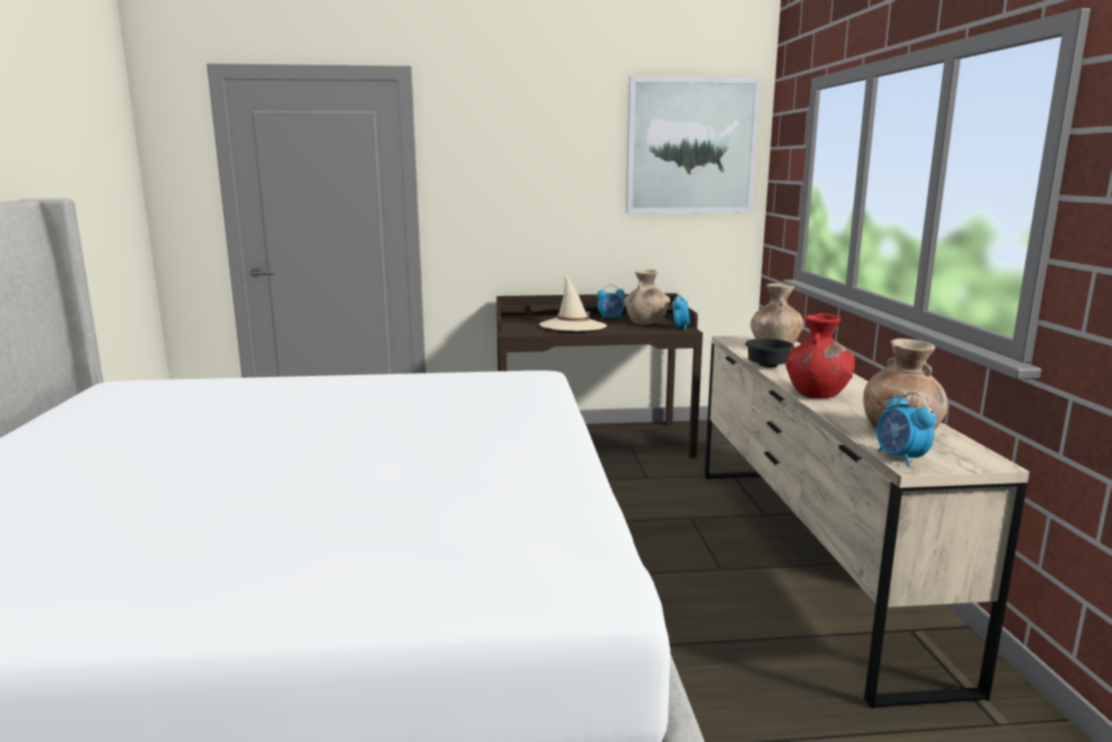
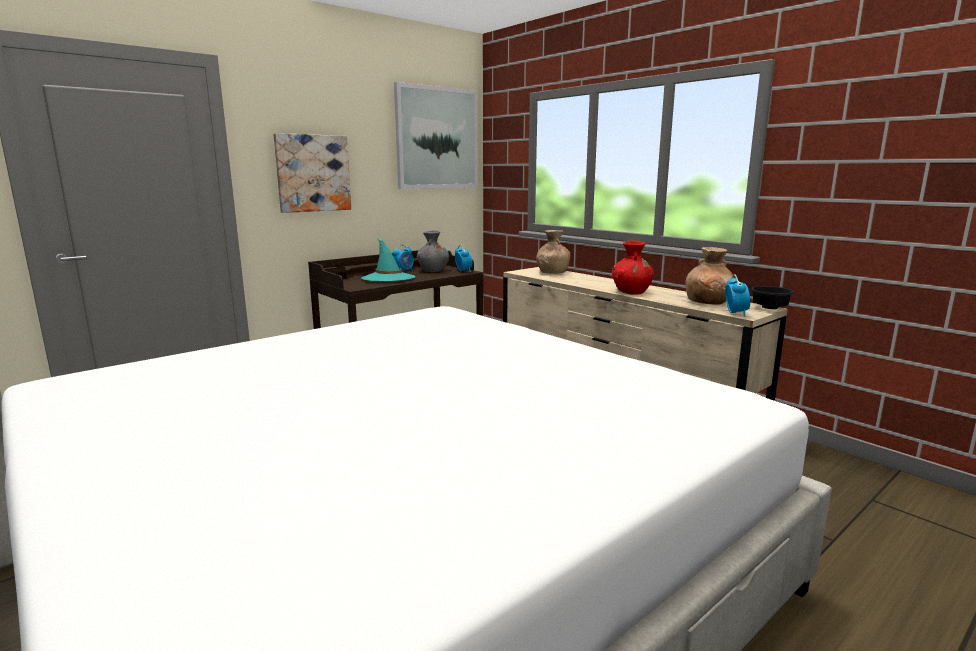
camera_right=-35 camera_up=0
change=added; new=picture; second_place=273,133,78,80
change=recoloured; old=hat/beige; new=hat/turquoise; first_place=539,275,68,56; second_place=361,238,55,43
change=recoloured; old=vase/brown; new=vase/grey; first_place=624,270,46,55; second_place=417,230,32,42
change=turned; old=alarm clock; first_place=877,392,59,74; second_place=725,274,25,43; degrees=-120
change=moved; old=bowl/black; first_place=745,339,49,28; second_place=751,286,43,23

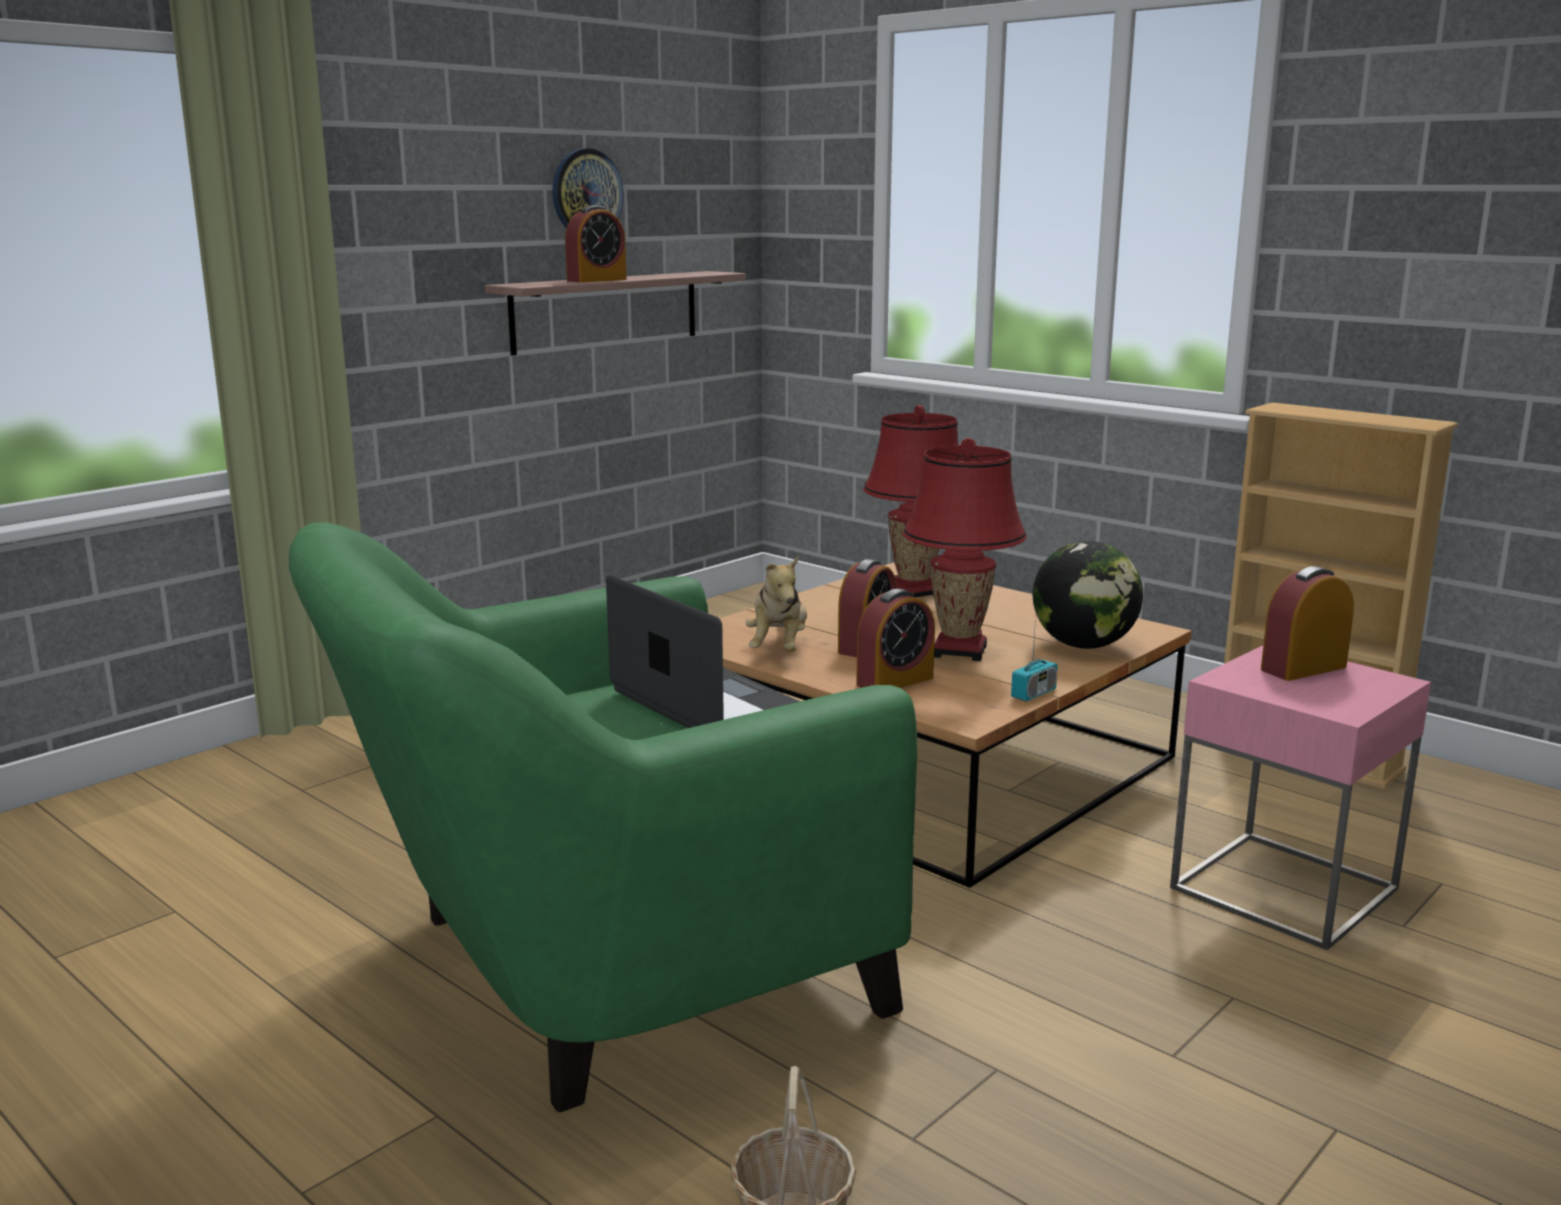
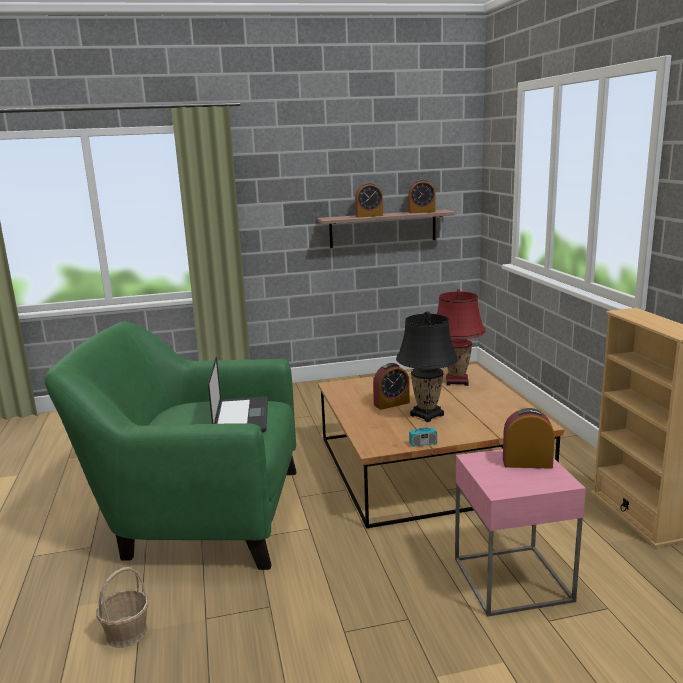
camera_right=35 camera_up=0
change=recoloured; old=table lamp/red; new=table lamp/black; first_place=903,438,124,223; second_place=396,311,62,111
change=moved; old=alarm clock; first_place=856,589,79,99; second_place=408,179,28,34
change=removed; old=wall clock; first_place=552,148,71,80
change=removed; old=plush toy; first_place=746,556,61,96
change=removed; old=globe; first_place=1033,541,110,108

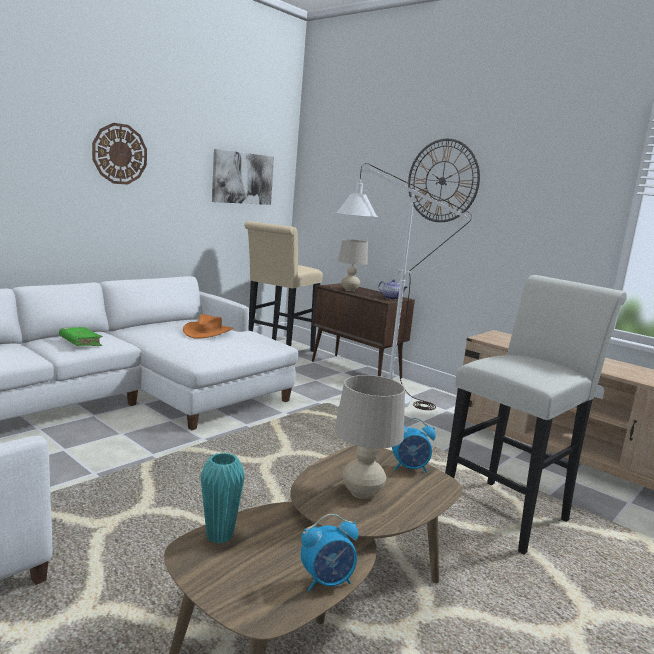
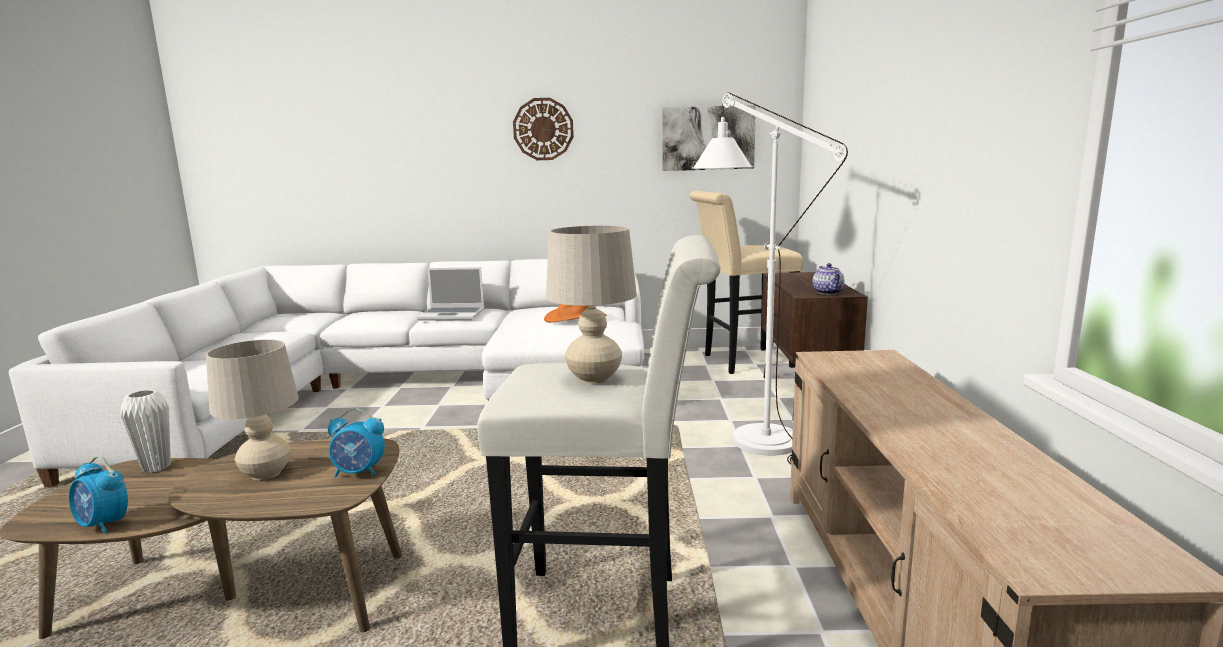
camera_right=50 camera_up=0
change=recoloured; old=vase/turquoise; new=vase/white; first_place=201,453,44,91; second_place=120,389,51,84
change=turned; old=alarm clock; first_place=392,418,44,55; second_place=328,408,57,69; degrees=-45
change=replaced; old=book/green; new=laptop; first_place=59,327,44,19; second_place=417,267,67,54
change=moved; old=table lamp/beige; first_place=338,239,30,52; second_place=546,226,91,158
change=removed; old=wall clock; first_place=408,139,72,83

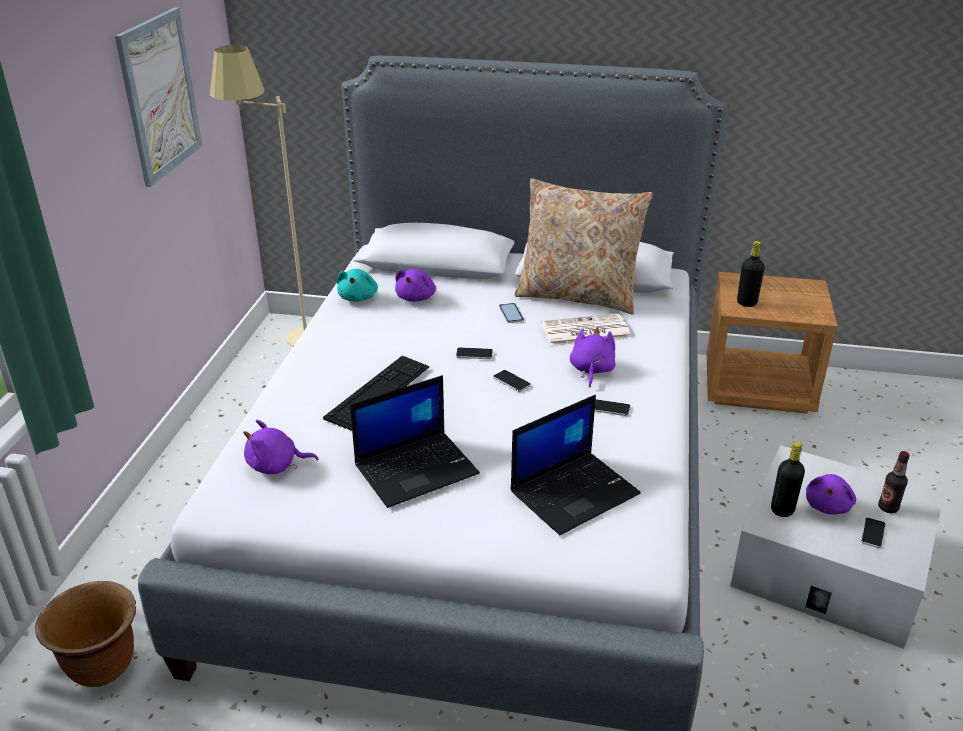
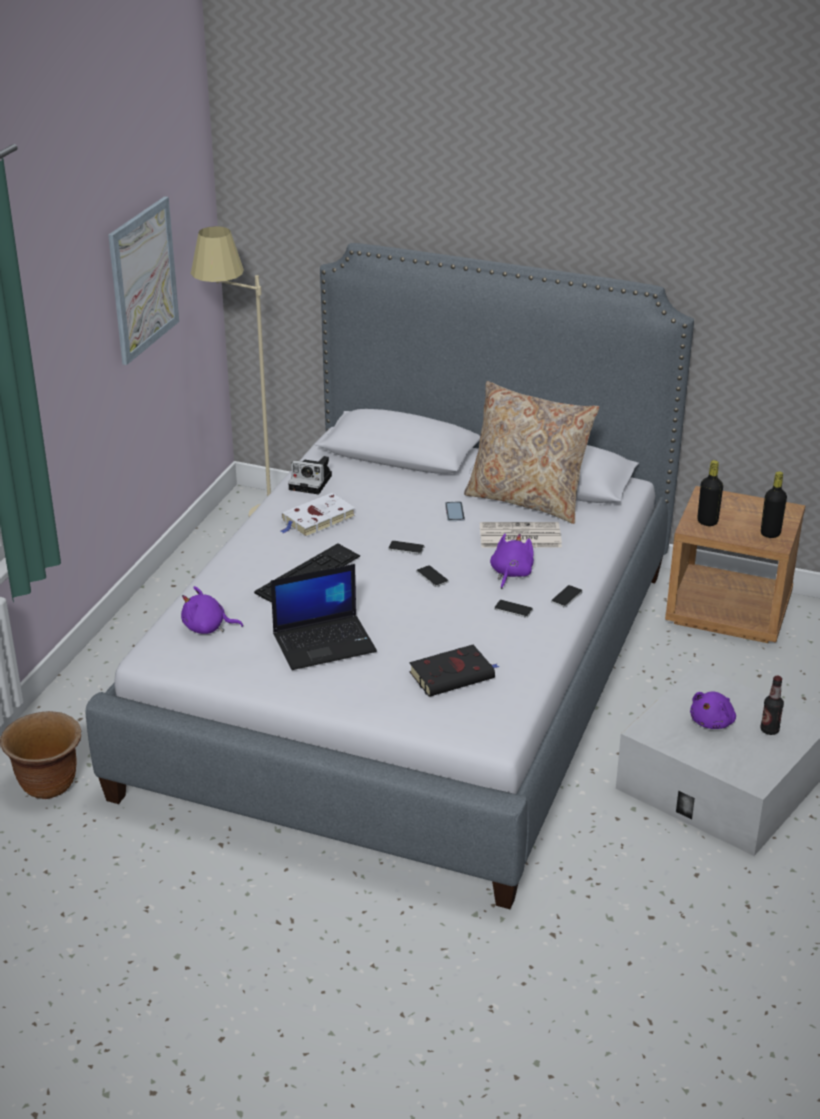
camera_right=10 camera_up=0
change=added; new=book/white; second_place=281,493,75,44
change=replaced; old=plush toy/turquoise; new=photo camera; first_place=337,269,41,33; second_place=288,456,44,38
change=replaced; old=laptop; new=book/black; first_place=511,395,130,140; second_place=409,645,91,52
change=moved; old=phone; first_place=861,518,25,30; second_place=551,585,31,23
change=moved; old=bottle/black; first_place=771,441,34,76; second_place=761,471,26,67
change=removed; old=plush toy/purple; first_place=395,269,41,33

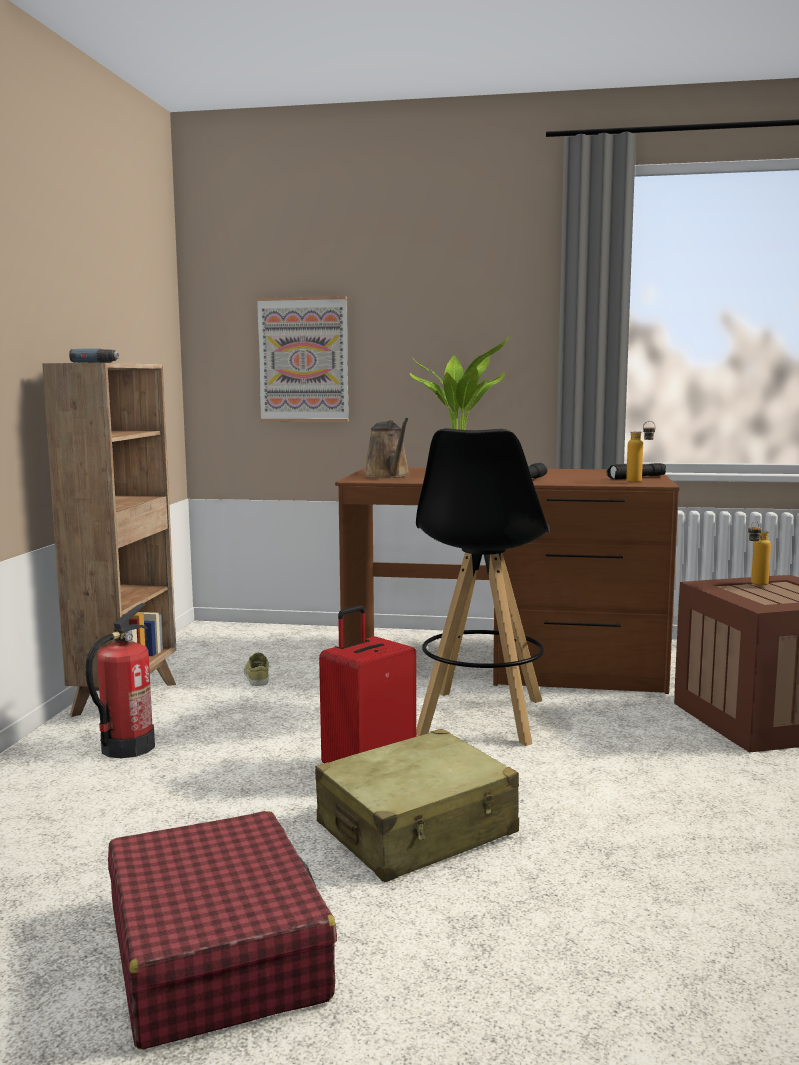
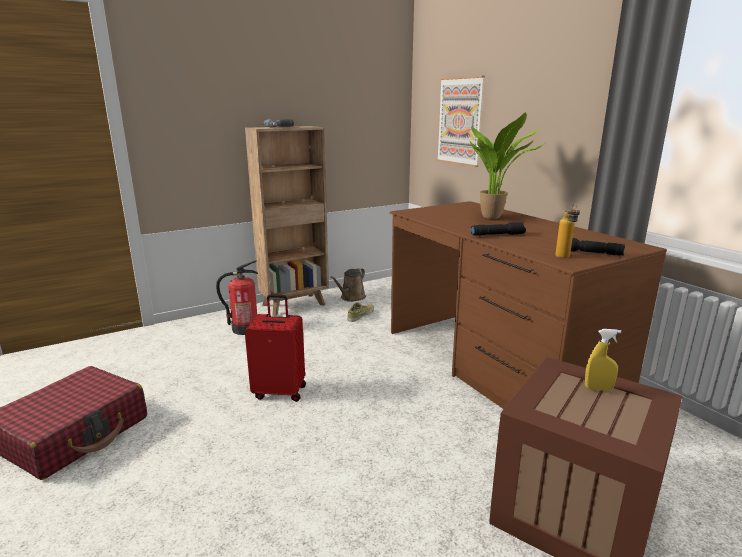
camera_right=50 camera_up=10
change=moved; old=watering can/brown; first_place=364,418,46,60; second_place=330,268,36,34
change=replaced; old=bottle; new=spray bottle/yellow; first_place=748,521,23,64; second_place=585,329,36,62
change=removed; old=suitcase/beige; first_place=315,729,204,153
change=removed; old=stool/black; first_place=416,428,134,318

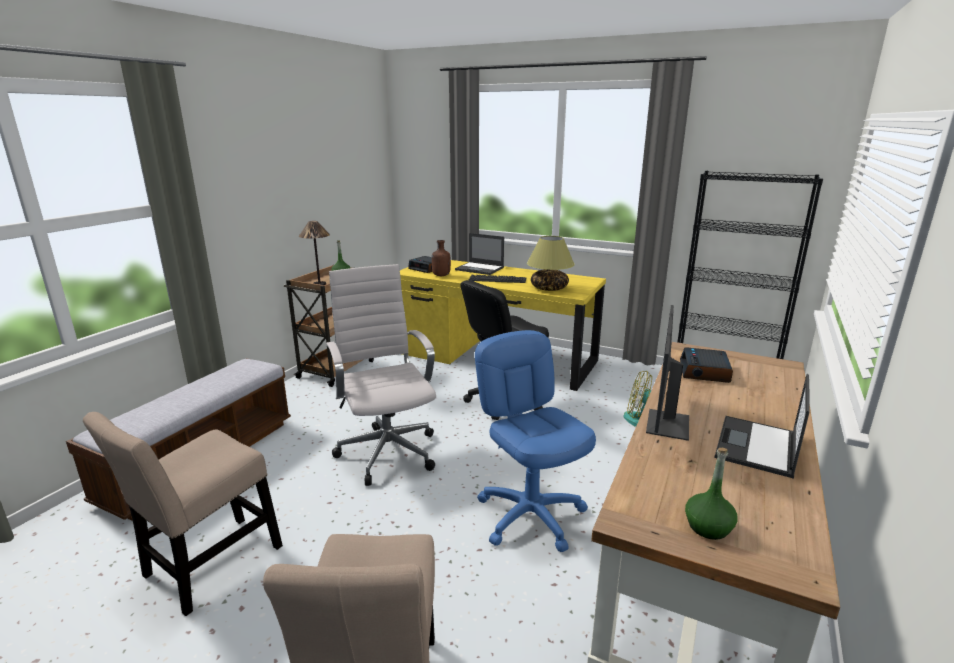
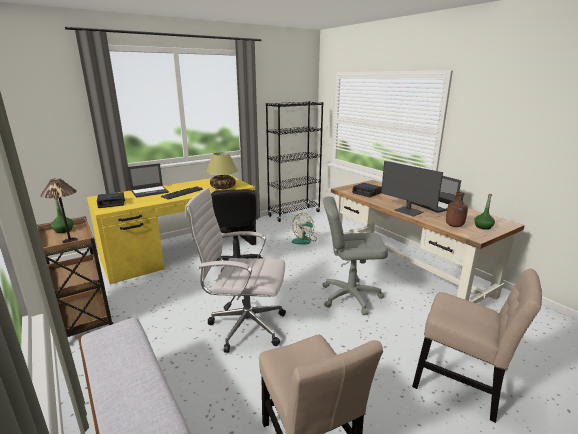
camera_right=-60 camera_up=0
change=recoloured; old=office chair/blue; new=office chair/grey; first_place=475,330,121,222; second_place=322,196,66,119
change=moved; old=bottle/brown; first_place=432,240,19,36; second_place=446,192,22,35

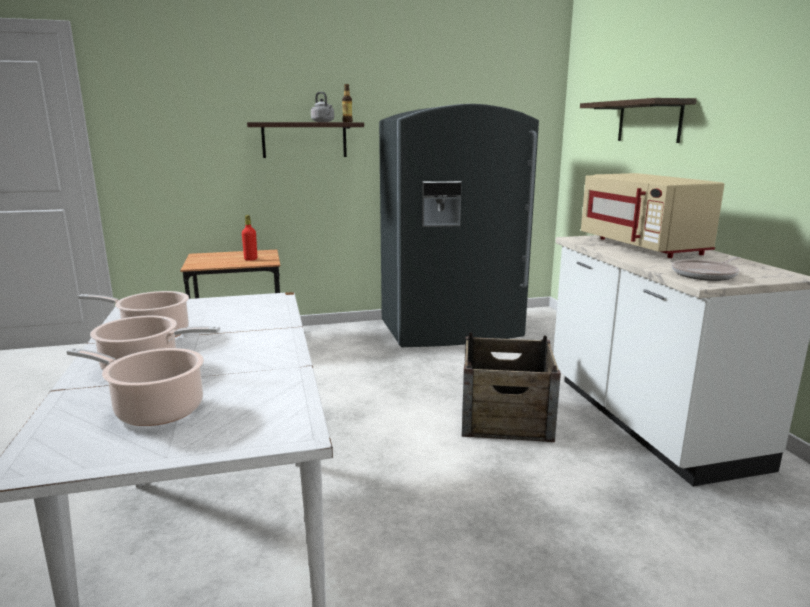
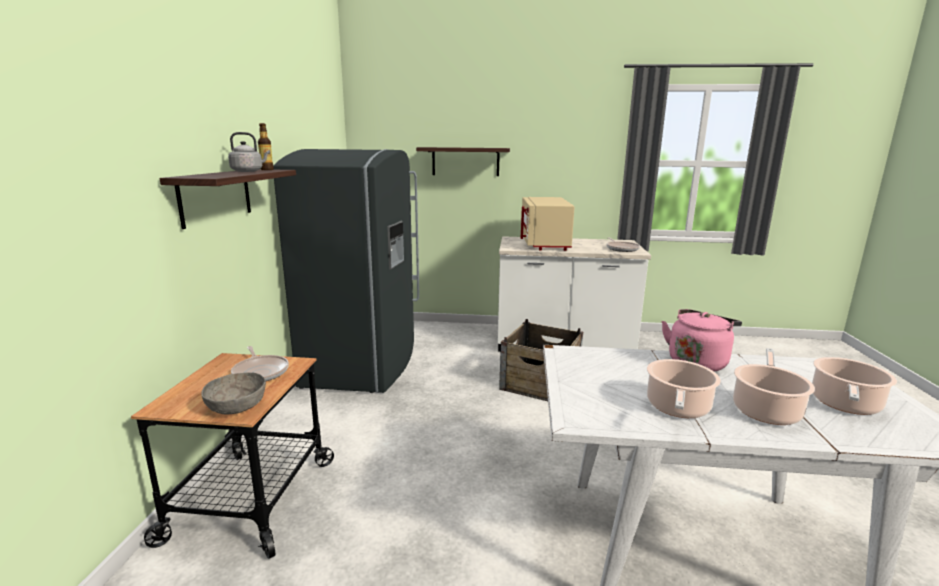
camera_right=-70 camera_up=0
change=added; new=bowl/grey; second_place=201,372,65,42
change=replaced; old=bottle/red; new=frying pan; first_place=242,215,15,46; second_place=231,346,58,35
change=turned; old=microwave/beige; first_place=581,173,144,85; second_place=521,197,54,54; degrees=90
change=added; new=kettle/pink; second_place=662,309,80,63

